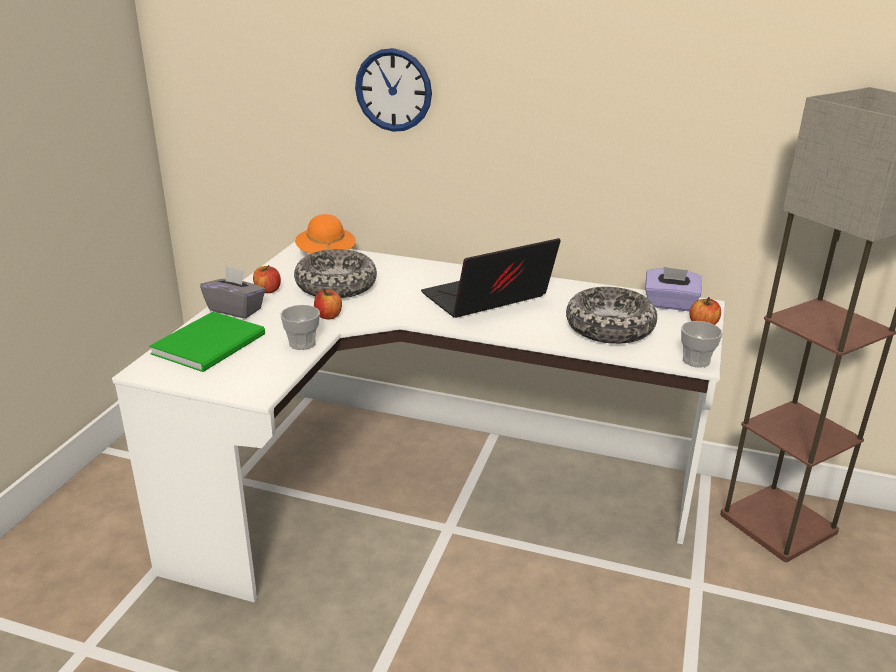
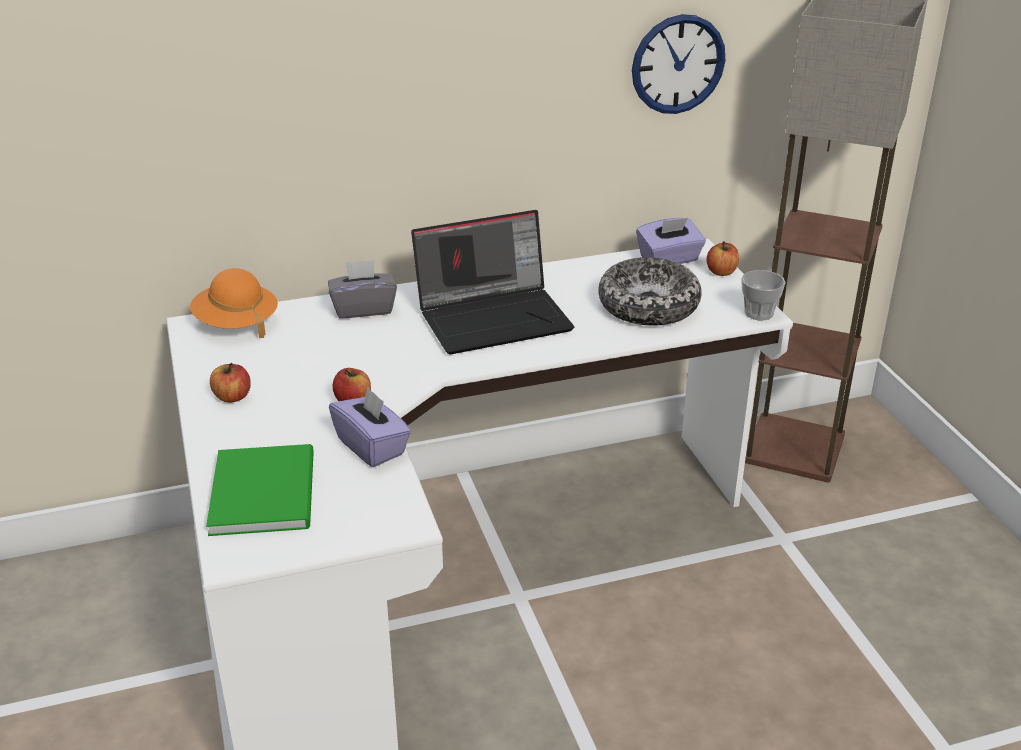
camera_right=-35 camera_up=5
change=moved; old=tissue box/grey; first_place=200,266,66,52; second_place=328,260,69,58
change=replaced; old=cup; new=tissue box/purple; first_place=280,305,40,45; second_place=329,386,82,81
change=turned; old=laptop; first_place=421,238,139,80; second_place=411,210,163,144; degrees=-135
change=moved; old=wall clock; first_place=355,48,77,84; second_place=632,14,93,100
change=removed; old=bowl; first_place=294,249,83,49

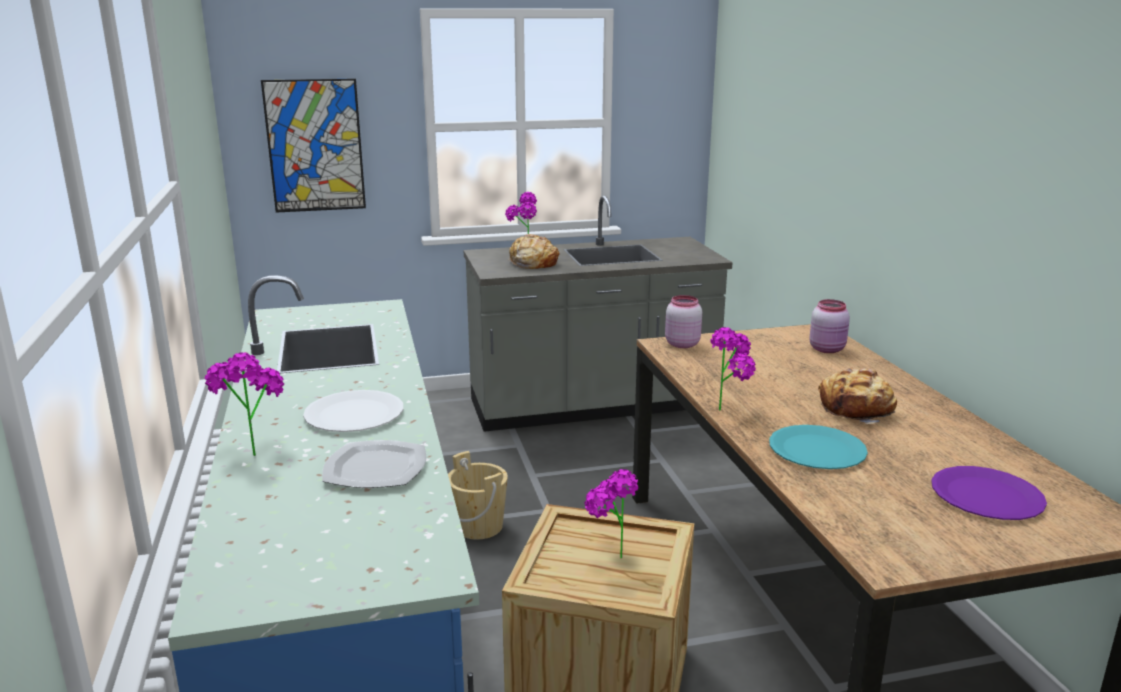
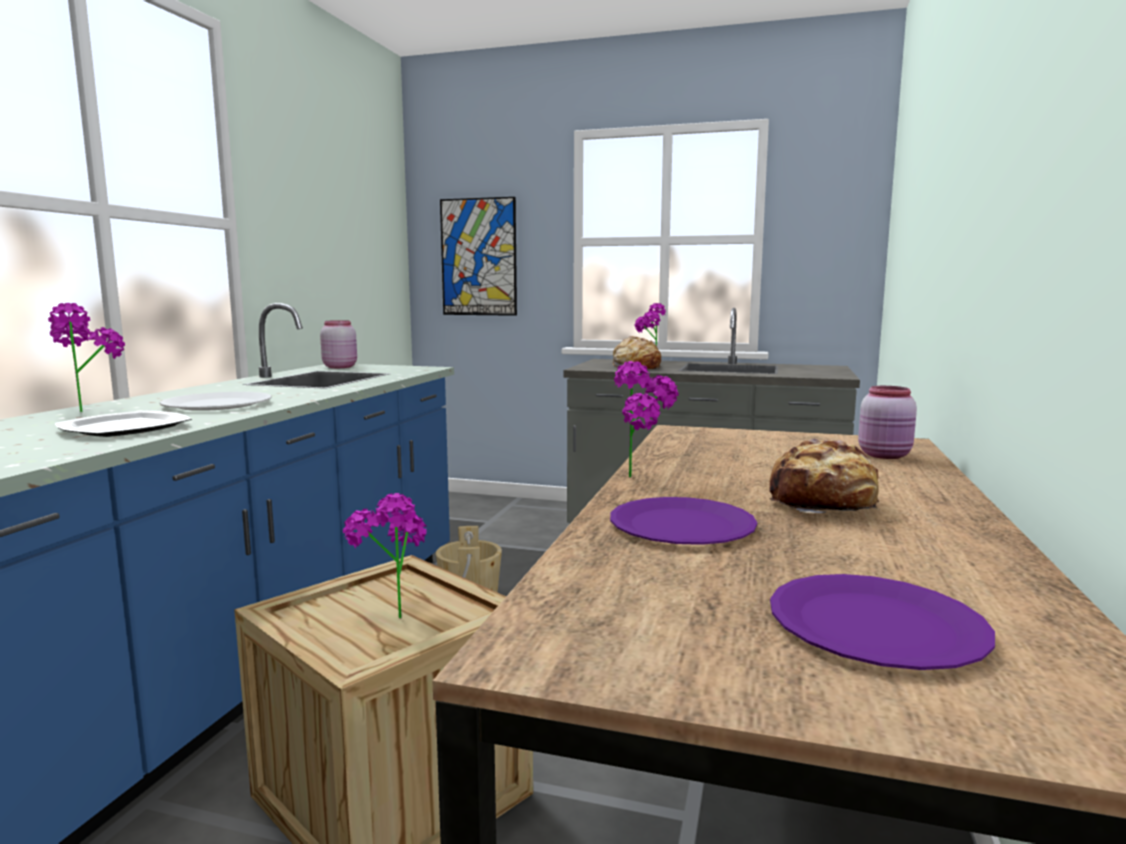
camera_right=30 camera_up=-10
change=moved; old=jar/pink; first_place=665,295,37,53; second_place=320,320,37,48
change=recoloured; old=plate/turquoise; new=plate/purple; first_place=769,425,99,44; second_place=610,497,147,48

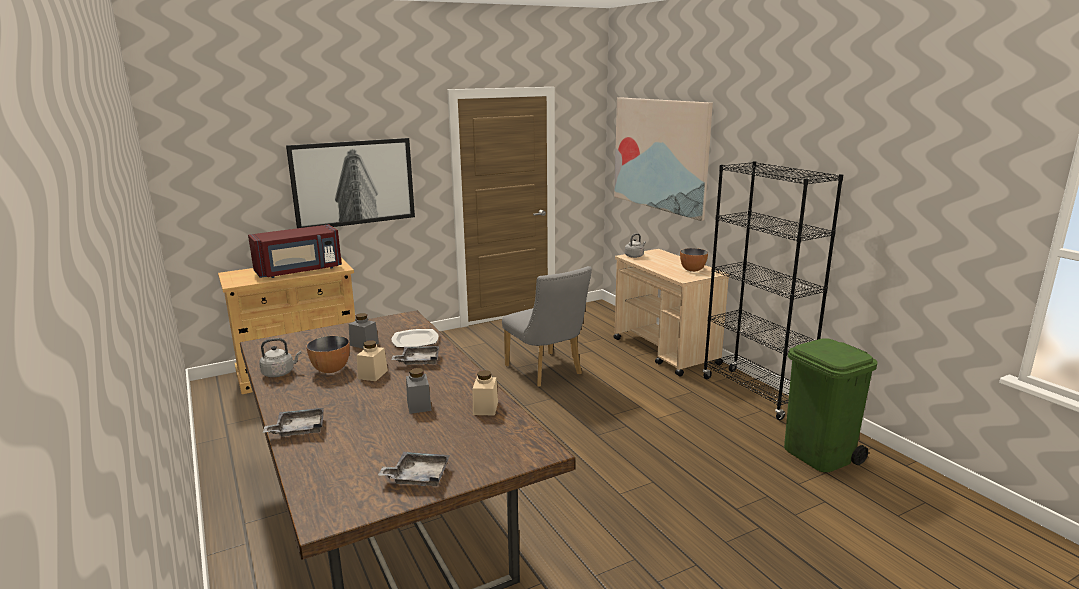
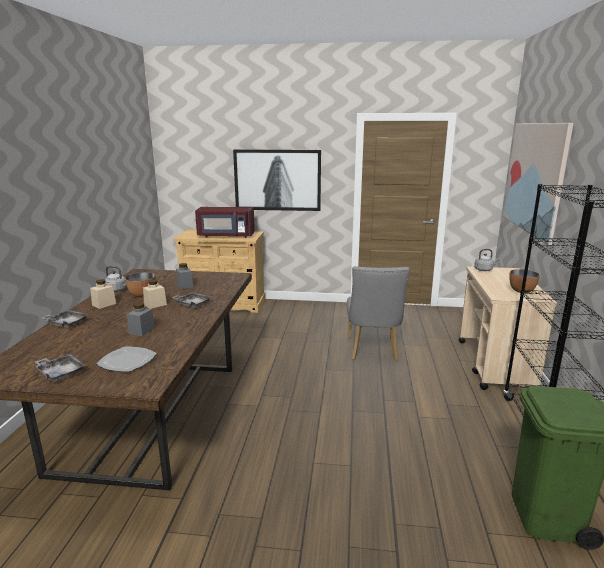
camera_right=35 camera_up=0
change=moved; old=jar/beige; first_place=473,370,25,46; second_place=90,279,26,30
change=moved; old=plate; first_place=391,329,48,18; second_place=96,346,60,26

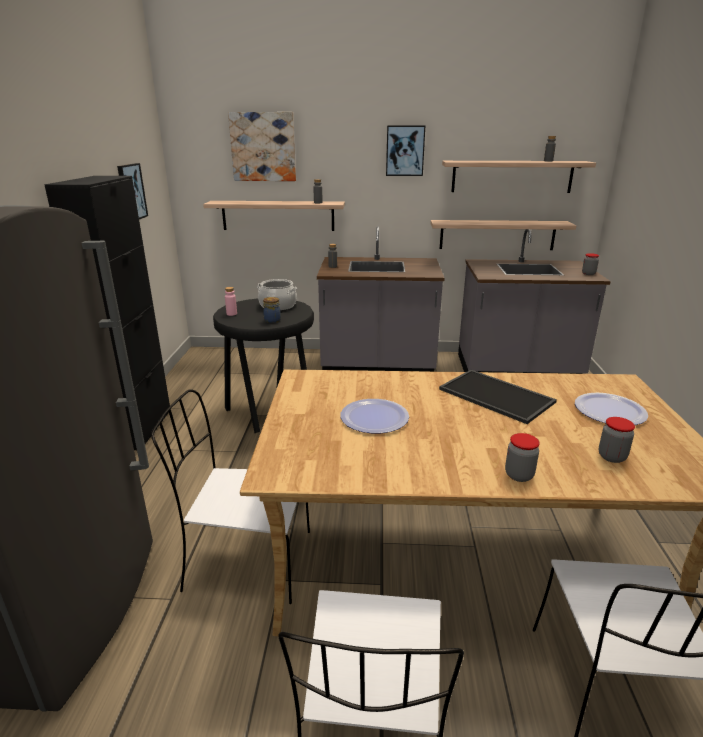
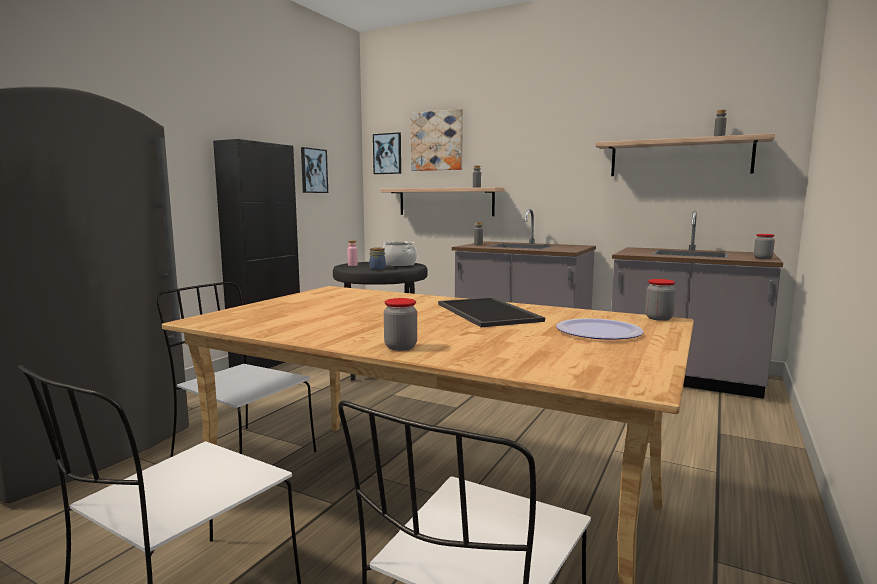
camera_right=25 camera_up=-15
change=moved; old=picture; first_place=386,125,40,51; second_place=373,132,28,42
change=moved; old=jar; first_place=599,417,36,46; second_place=645,279,31,42
change=removed; old=plate; first_place=340,399,69,34
change=removed; old=shelf; first_place=430,220,146,30

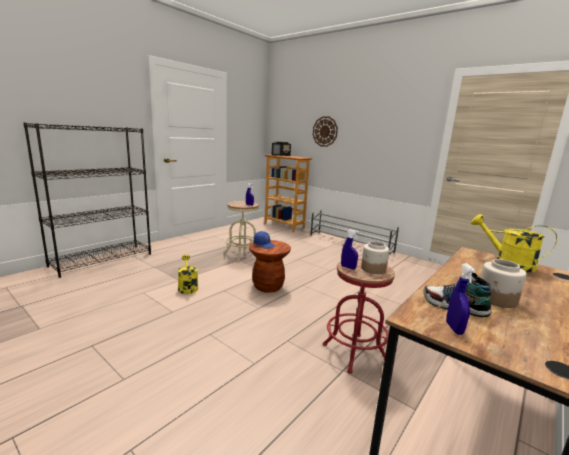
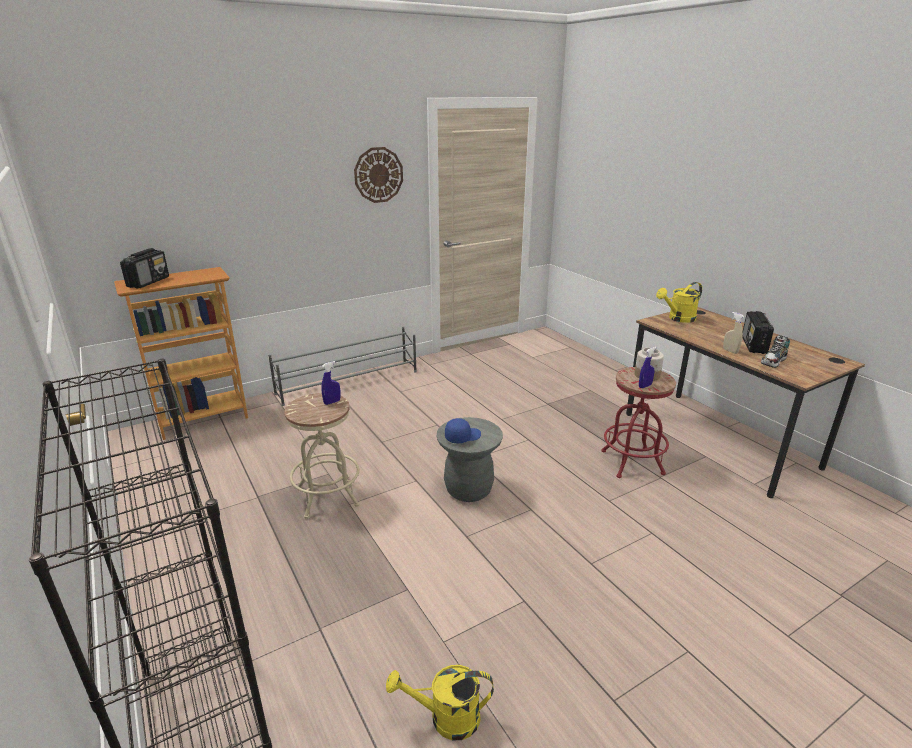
camera_right=-70 camera_up=10
change=moved; old=wall clock; first_place=313,116,25,31; second_place=354,147,49,56
change=moved; old=watering can/yellow; first_place=178,254,20,40; second_place=386,665,108,75
change=recoloured; old=stool/brown; new=stool/grey; first_place=249,240,42,53; second_place=437,417,66,85
change=added; new=spray bottle/beige; second_place=723,312,21,42
change=replaced; old=jar; new=radio; first_place=481,259,46,49; second_place=742,311,32,43
change=removed; old=spray bottle/blue; first_place=446,263,30,72

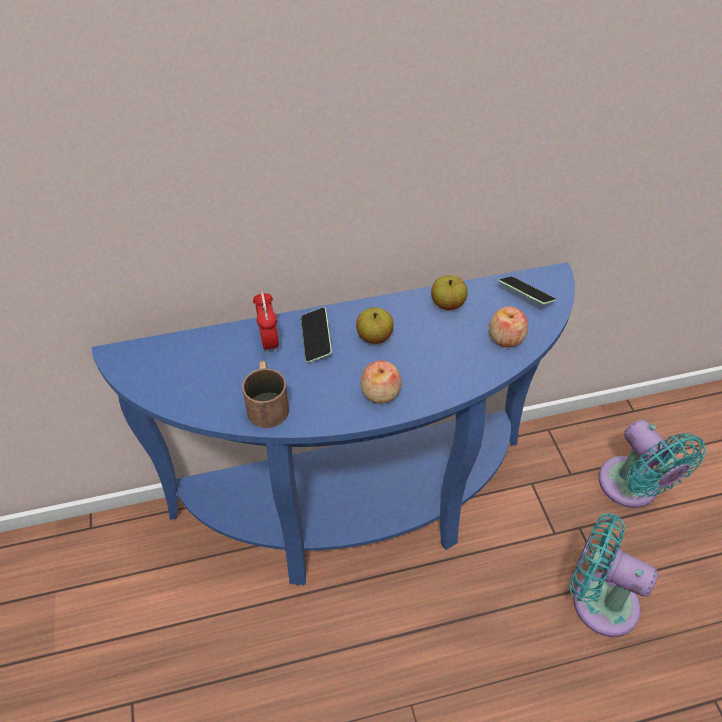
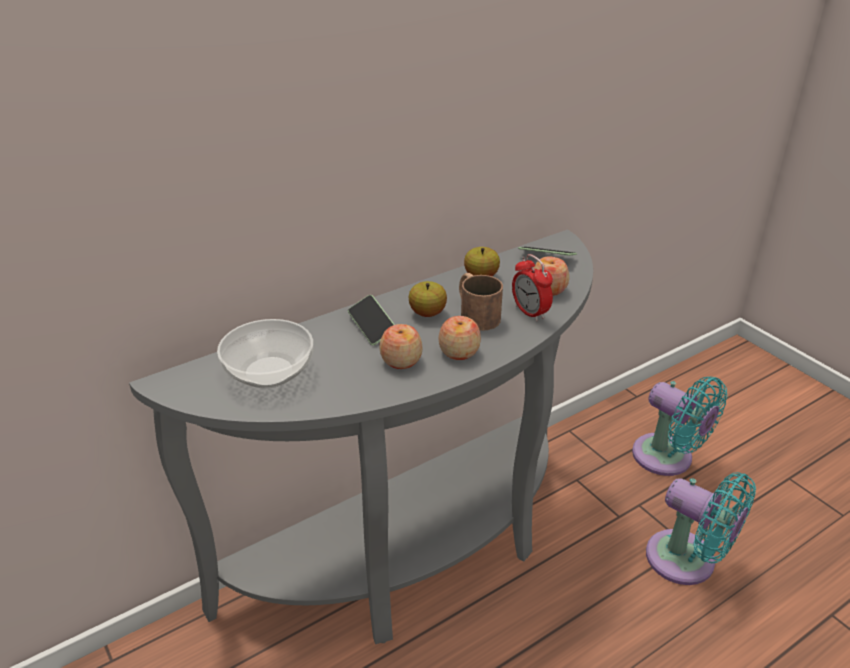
camera_right=-20 camera_up=-15
change=recoloured; old=console table/blue; new=console table/grey; first_place=92,262,483,323; second_place=129,230,464,414
change=added; new=bowl; second_place=217,319,96,69
change=added; new=apple; second_place=379,324,44,45
change=moved; old=mug/brown; first_place=242,361,47,67; second_place=459,273,44,58
change=moved; old=alarm clock; first_place=253,290,26,63; second_place=512,254,41,67
change=turned; old=fan/turquoise; first_place=569,513,89,124; second_place=646,472,110,113; degrees=-150

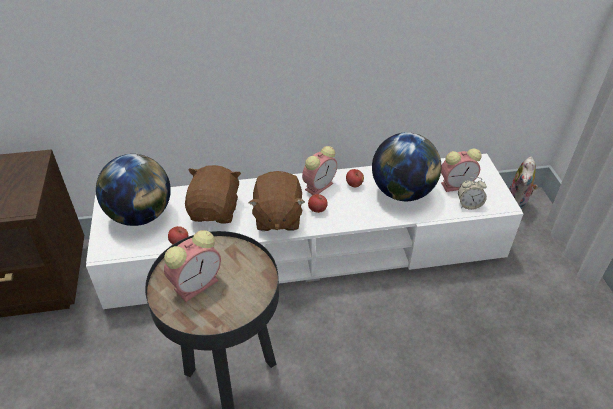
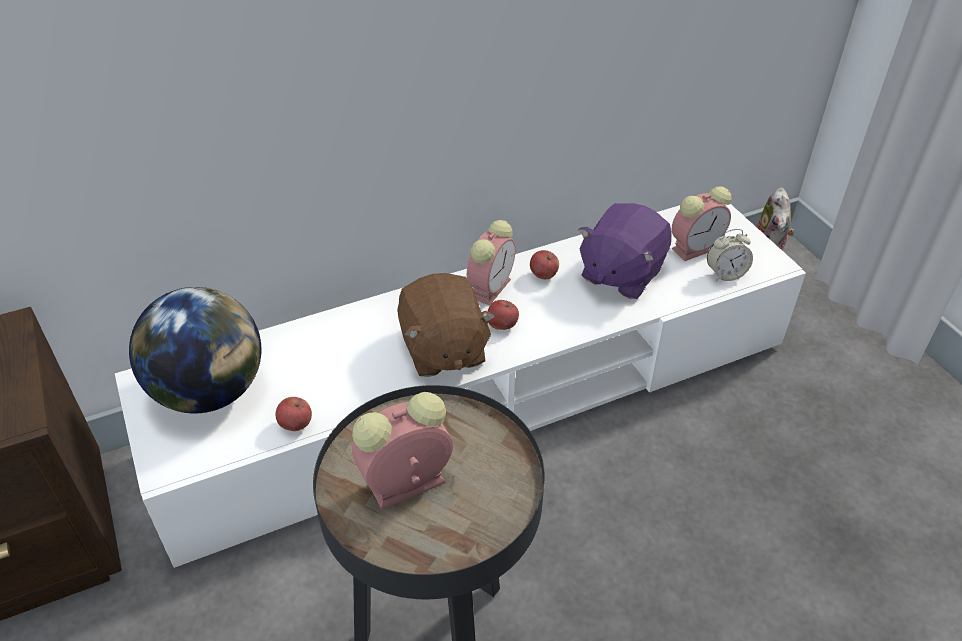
camera_right=-15 camera_up=0
change=turned; old=alarm clock; first_place=164,230,57,72; second_place=352,392,101,118; degrees=-150
change=replaced; old=globe; new=plush toy/purple; first_place=372,132,69,69; second_place=578,203,94,96
change=removed; old=plush toy/brown; first_place=185,165,56,59

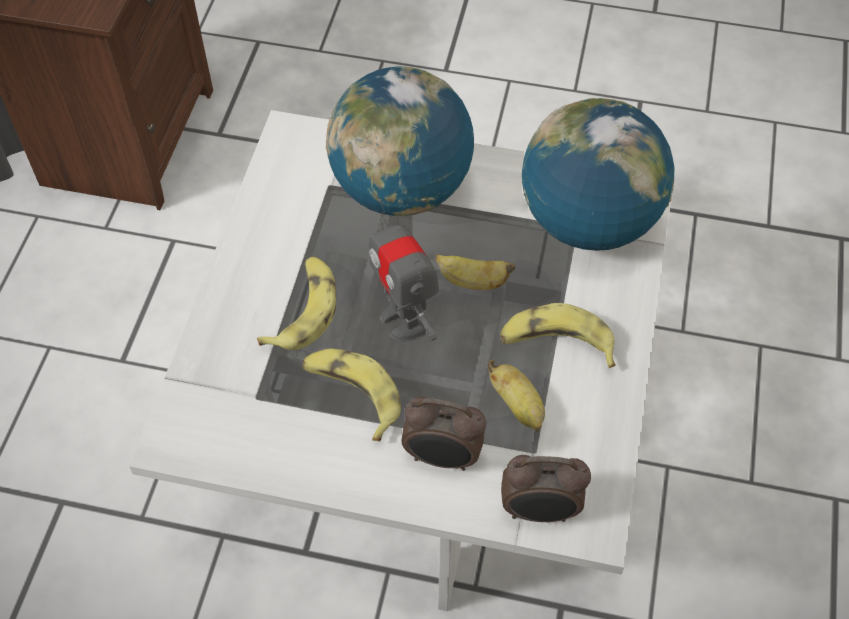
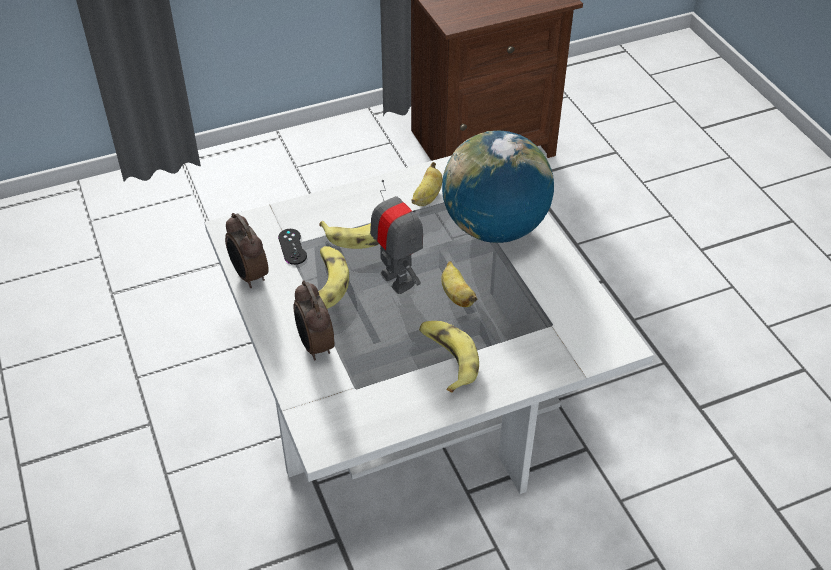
camera_right=55 camera_up=-10
change=moved; old=alarm clock; first_place=501,455,90,67; second_place=225,213,44,75
change=added; new=game controller/black; second_place=278,229,29,36
change=turned; old=toy robot; first_place=369,199,70,143; second_place=370,180,53,114; degrees=120
change=moved; old=banana; first_place=487,360,58,72; second_place=411,162,32,44
change=removed; old=globe; first_place=522,98,152,153

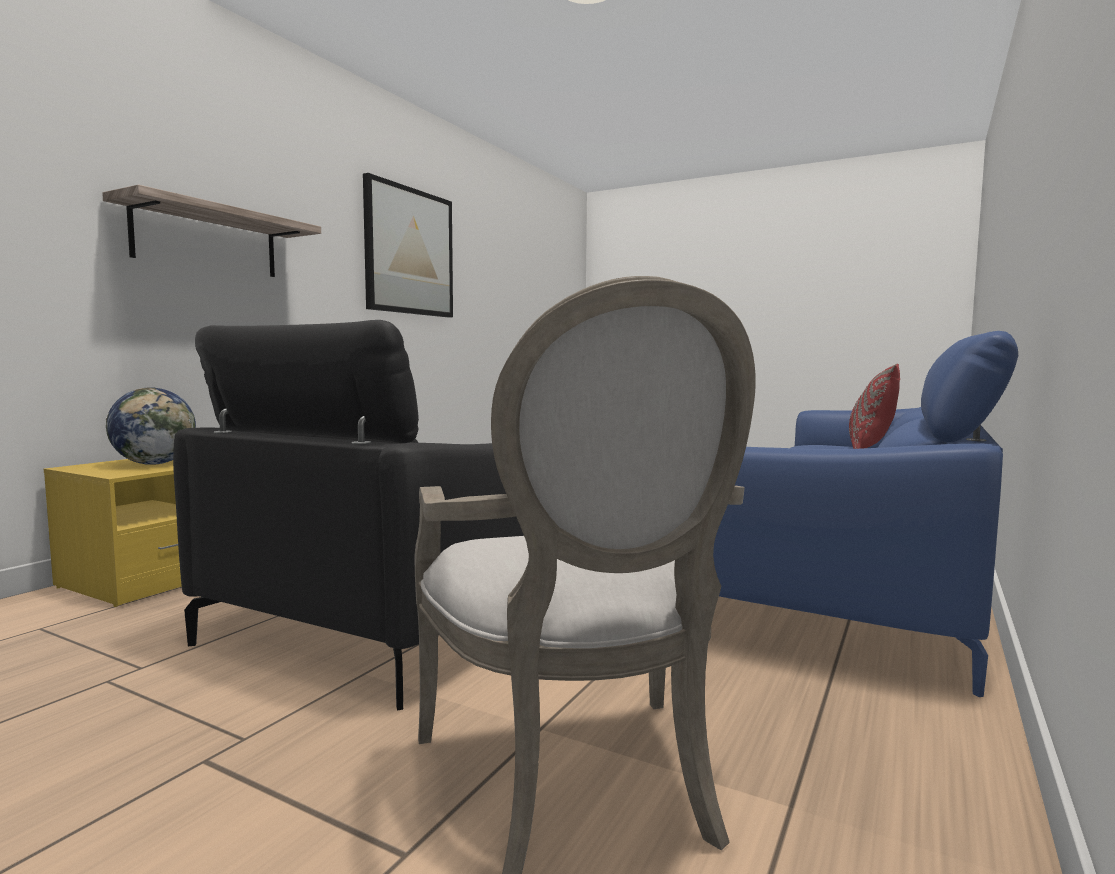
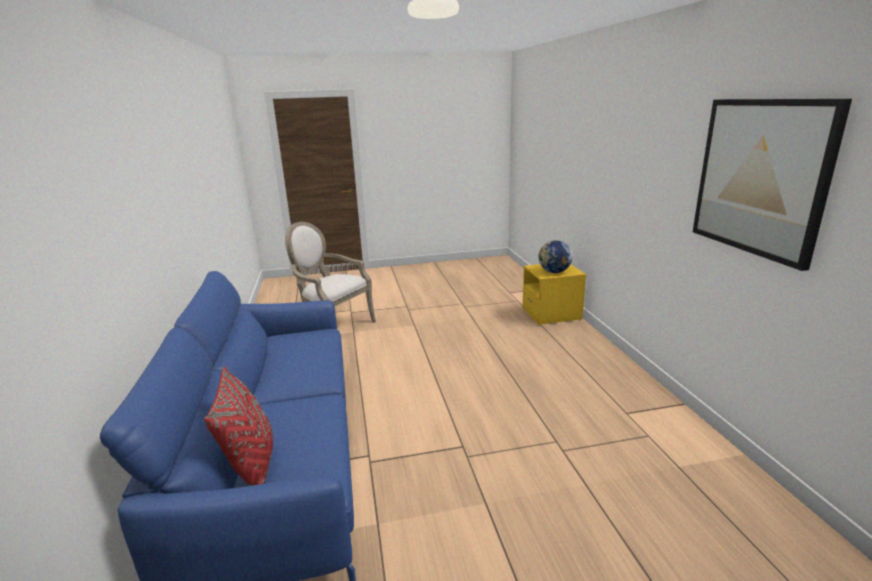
camera_right=140 camera_up=15
change=removed; old=shelf; first_place=102,185,219,92
change=removed; old=armchair/black; first_place=173,320,351,390

